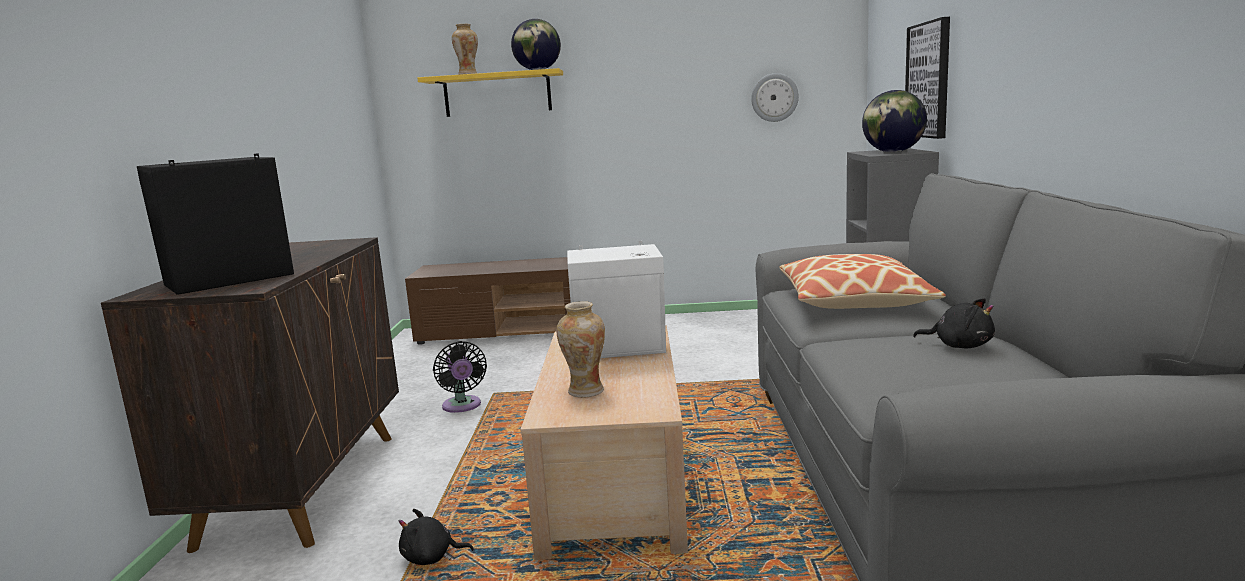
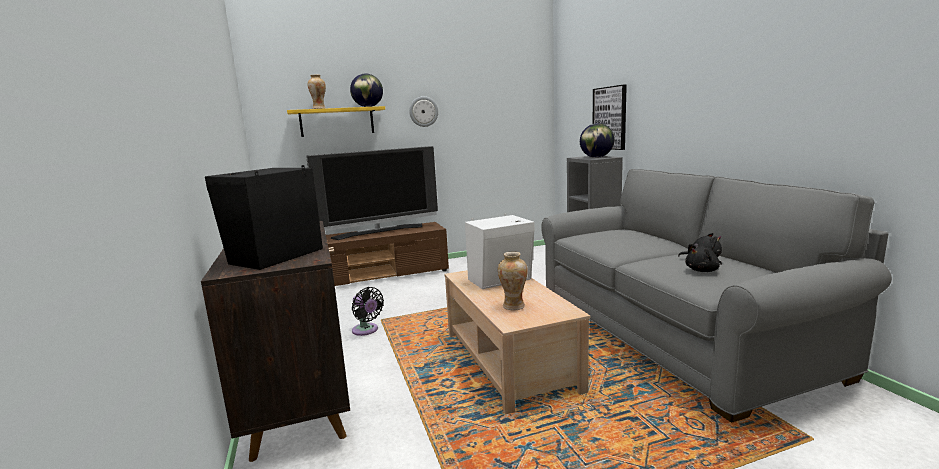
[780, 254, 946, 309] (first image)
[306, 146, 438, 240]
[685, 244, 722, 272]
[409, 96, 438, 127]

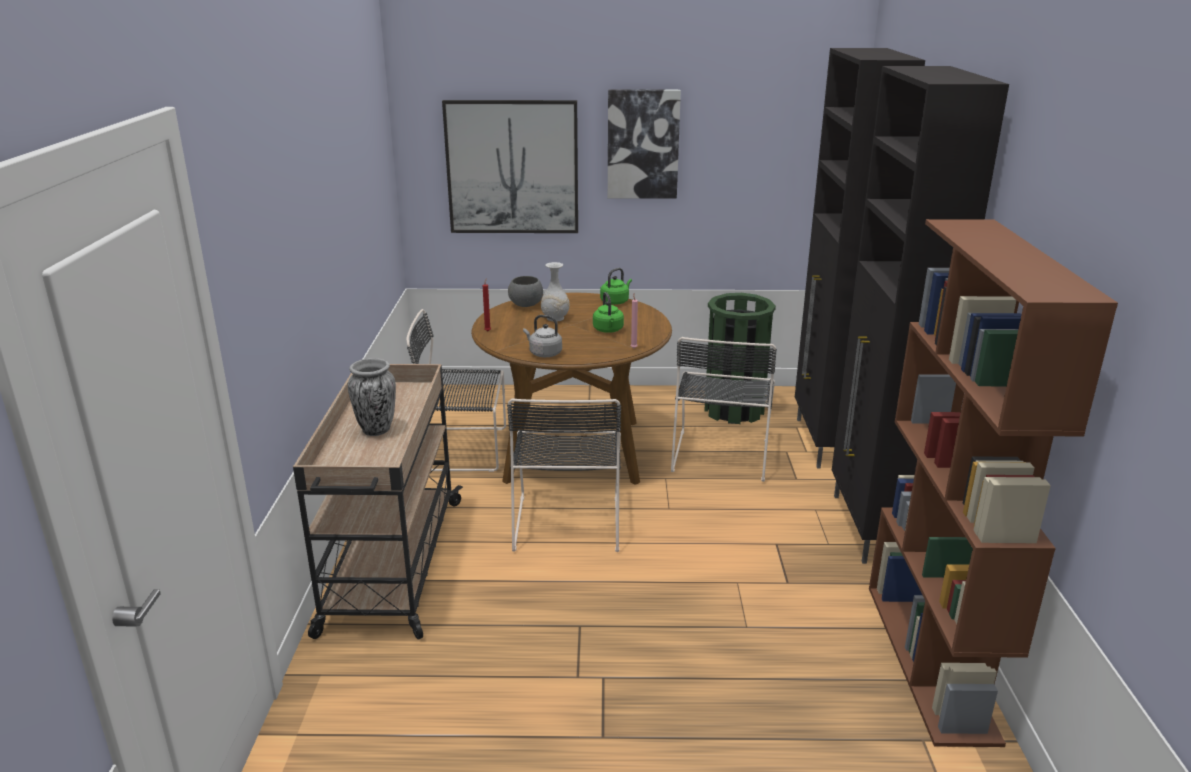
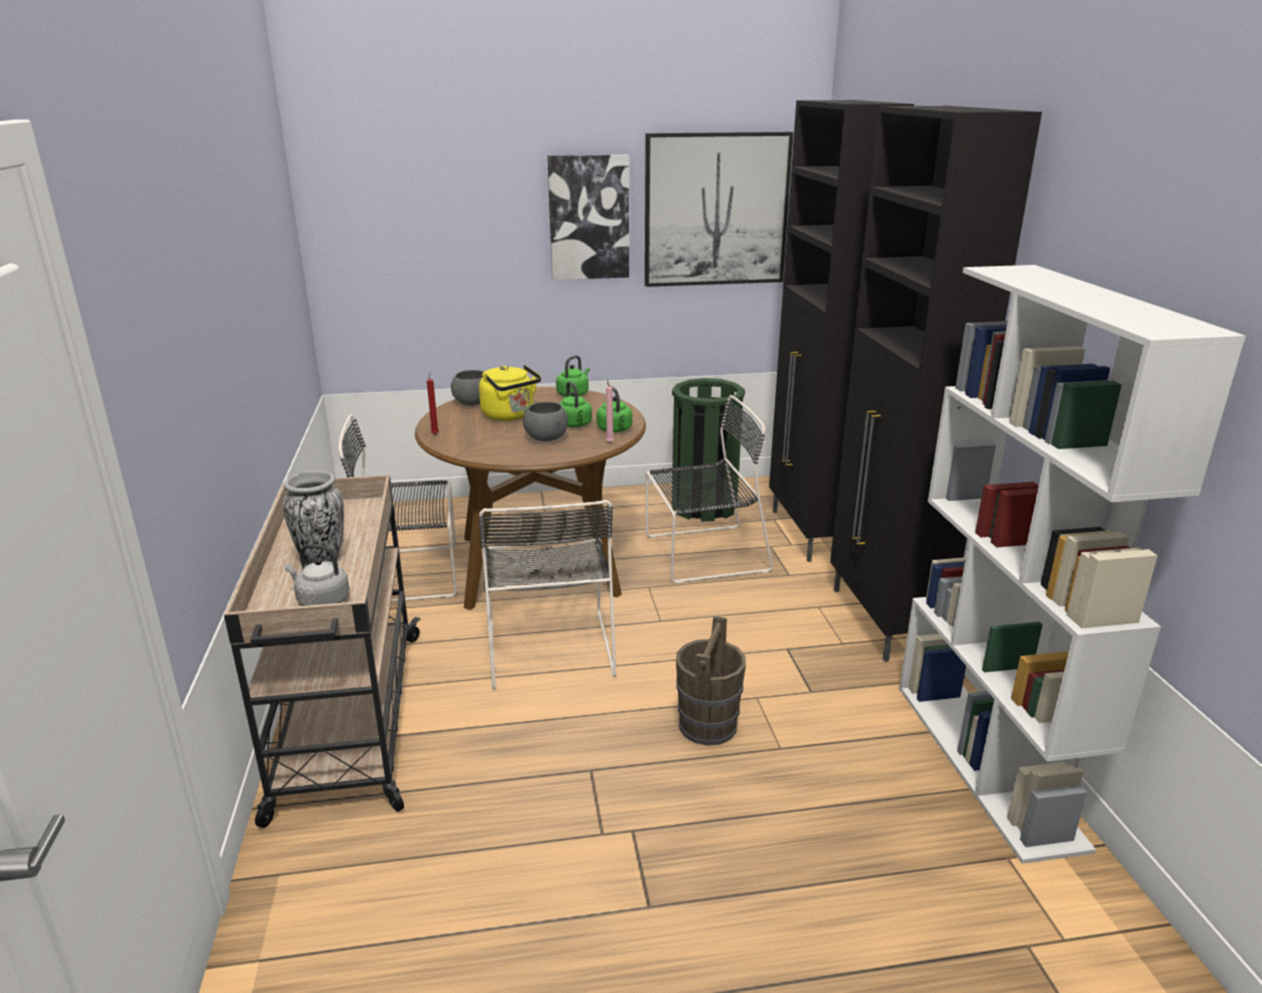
[523, 402, 568, 441]
[597, 386, 632, 432]
[676, 616, 746, 746]
[645, 132, 793, 287]
[285, 544, 349, 606]
[479, 365, 541, 421]
[899, 265, 1246, 864]
[646, 395, 773, 584]

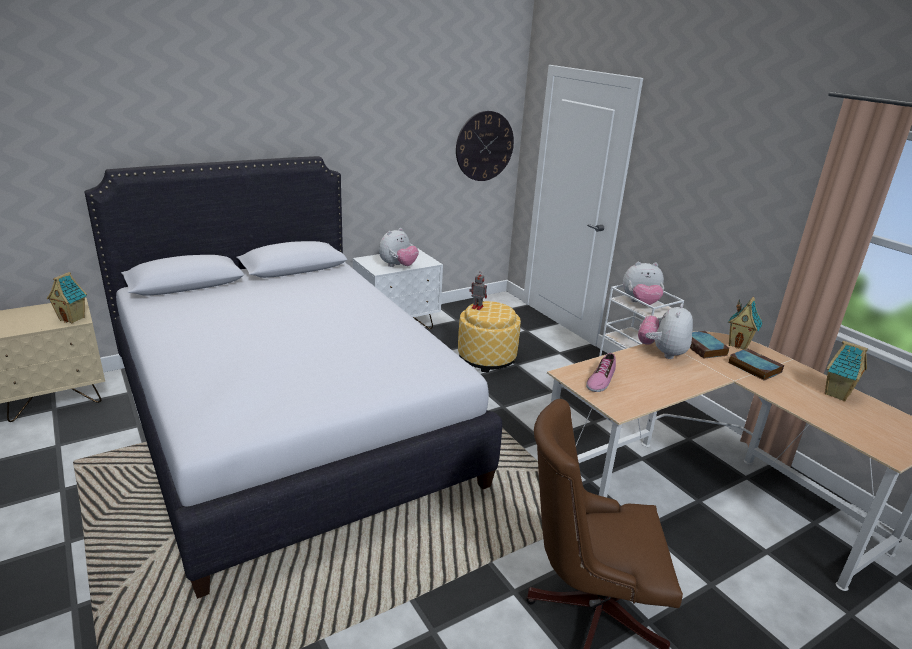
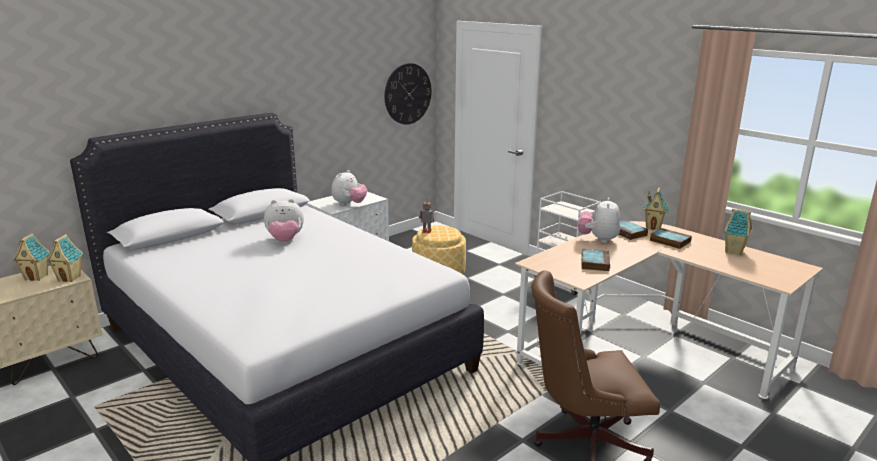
[586, 353, 616, 392] (first image)
[13, 233, 50, 281]
[582, 249, 610, 271]
[264, 199, 304, 242]

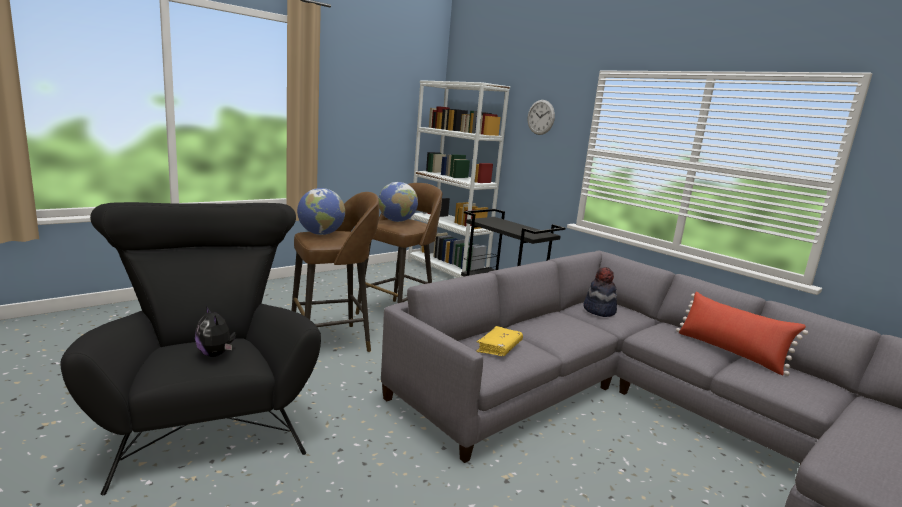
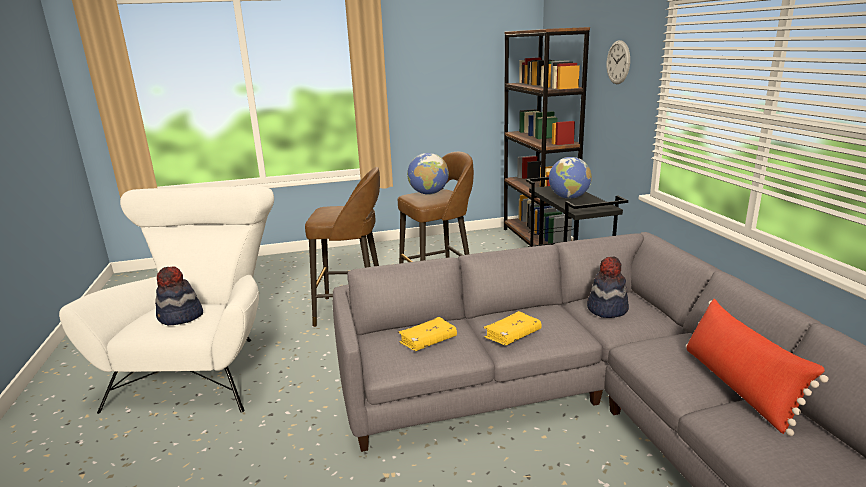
[483, 311, 542, 345]
[549, 157, 592, 199]
[155, 266, 203, 325]
[59, 186, 274, 414]
[504, 27, 590, 246]

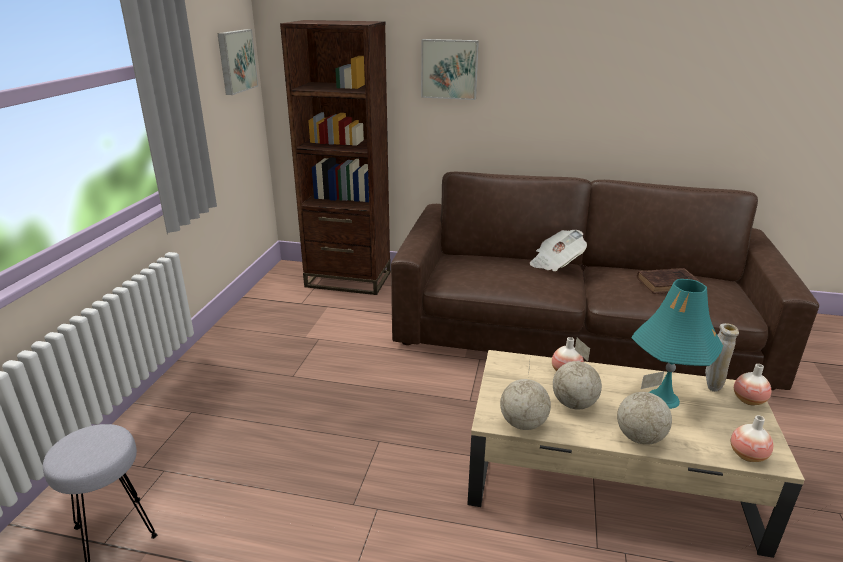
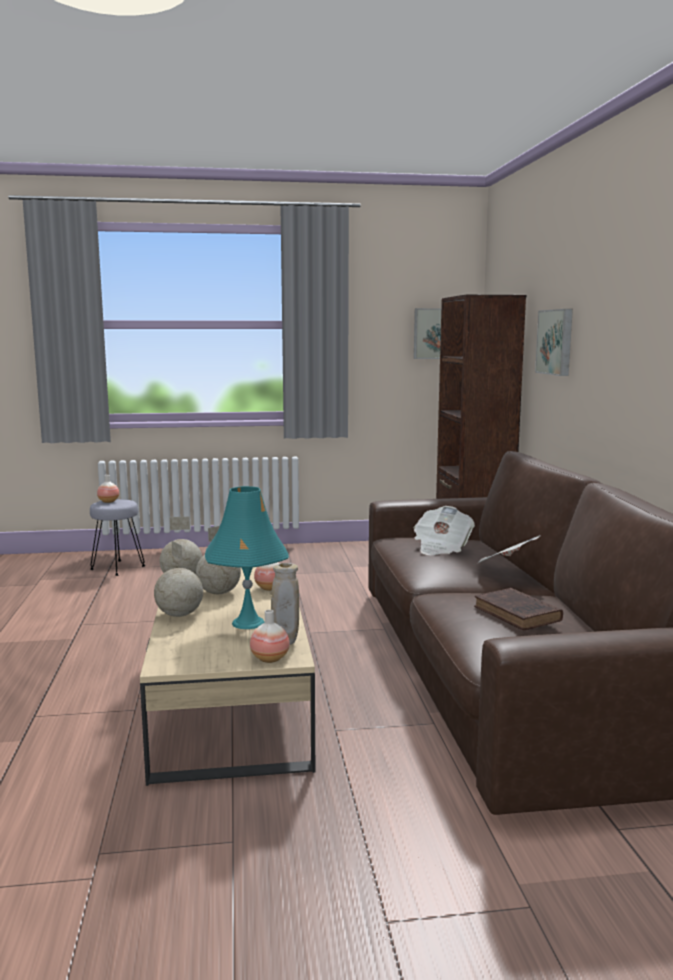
[413, 506, 475, 555]
[97, 475, 119, 503]

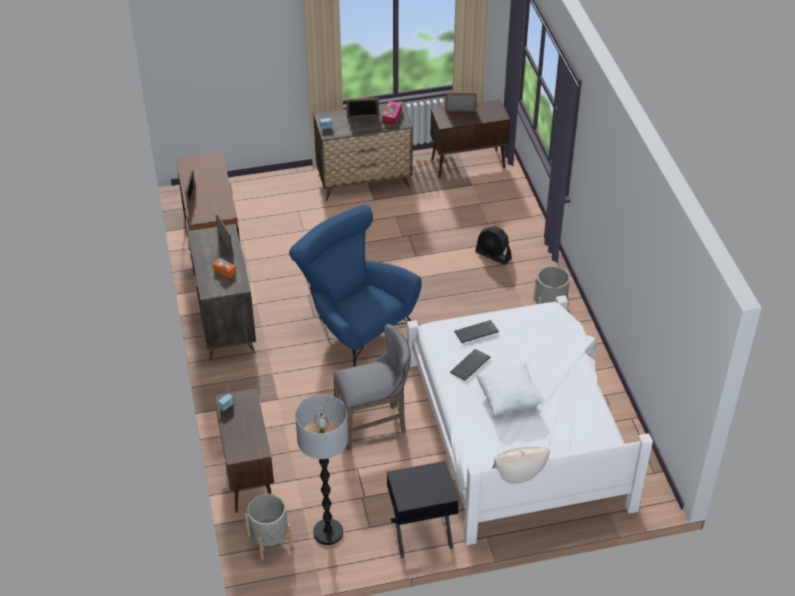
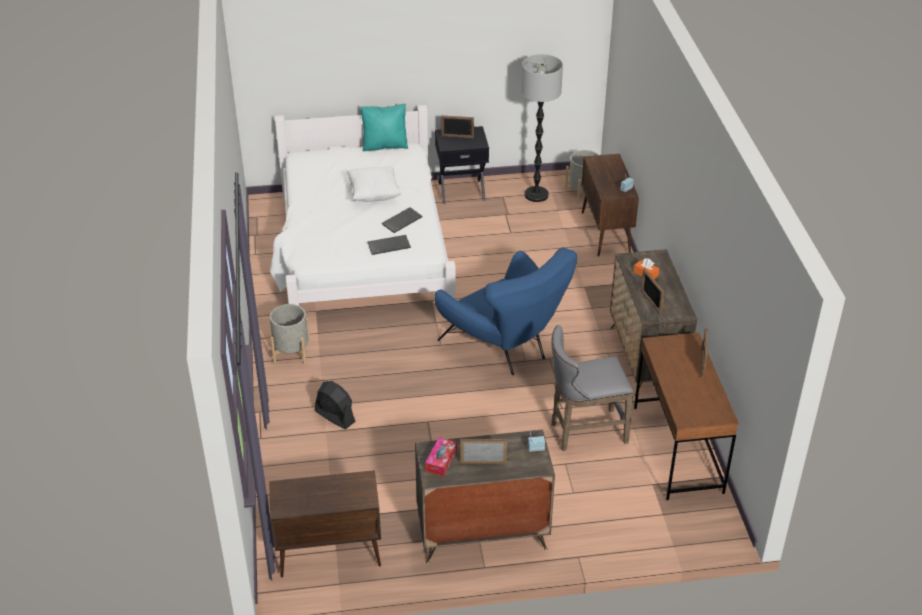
[551, 325, 634, 451]
[441, 116, 474, 138]
[360, 104, 408, 151]

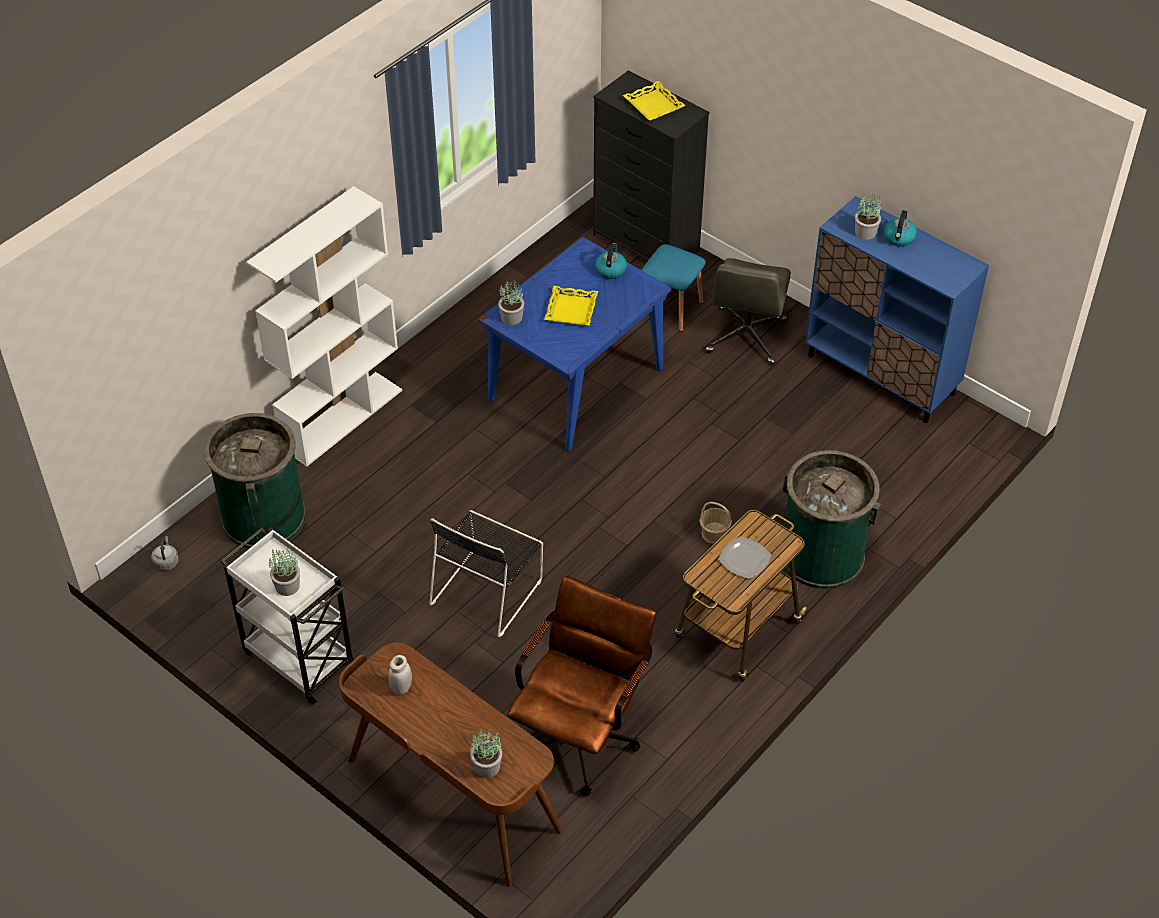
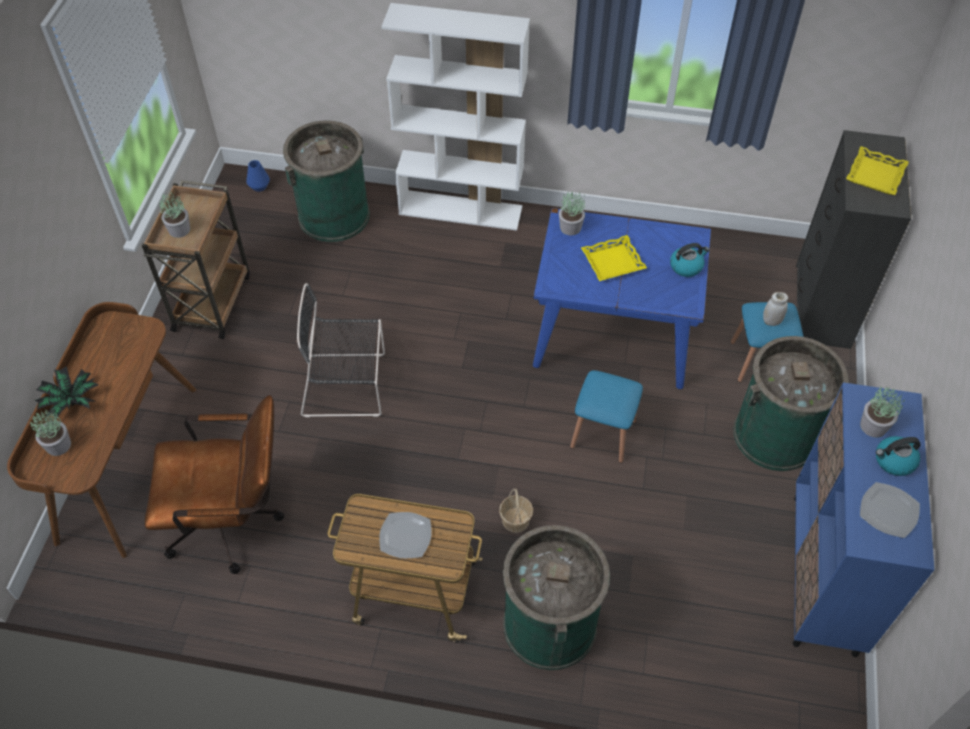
[34, 366, 99, 419]
[570, 370, 643, 463]
[860, 482, 920, 538]
[763, 292, 788, 326]
[246, 160, 270, 192]
[733, 336, 849, 471]
[142, 180, 250, 339]

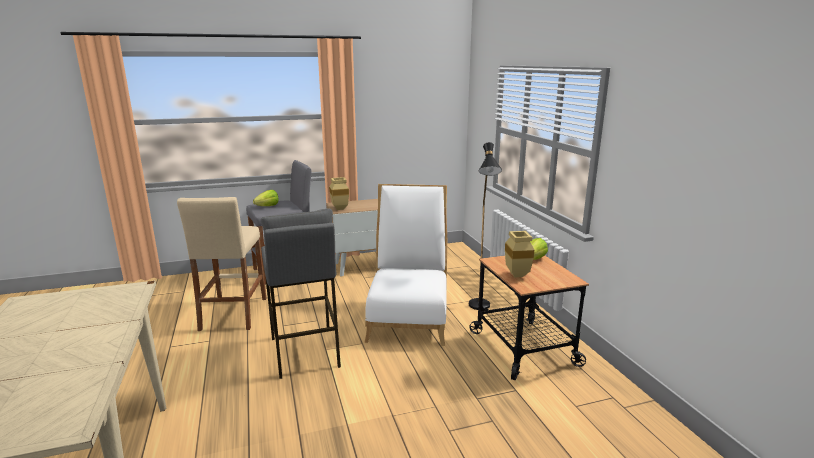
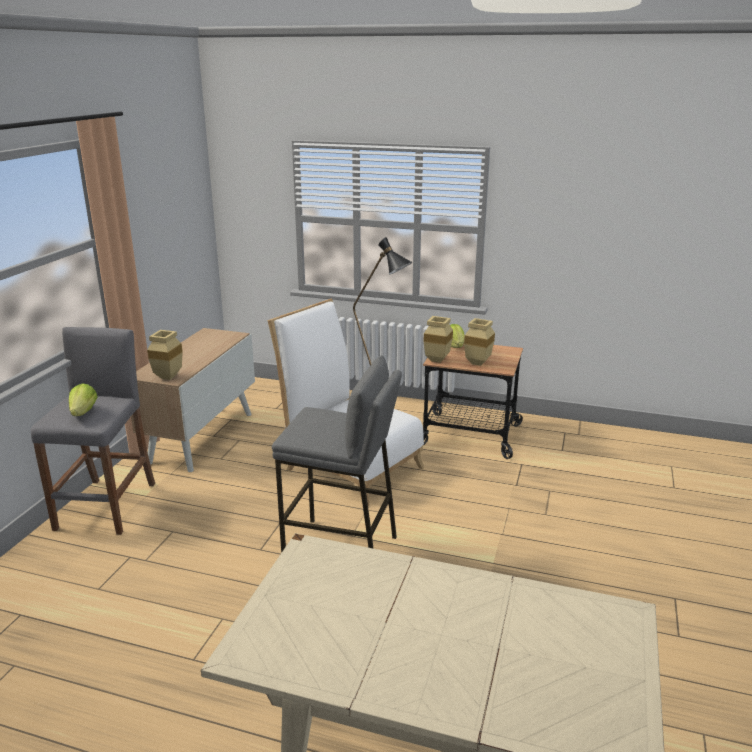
[177, 197, 266, 331] (first image)
[424, 316, 453, 363]

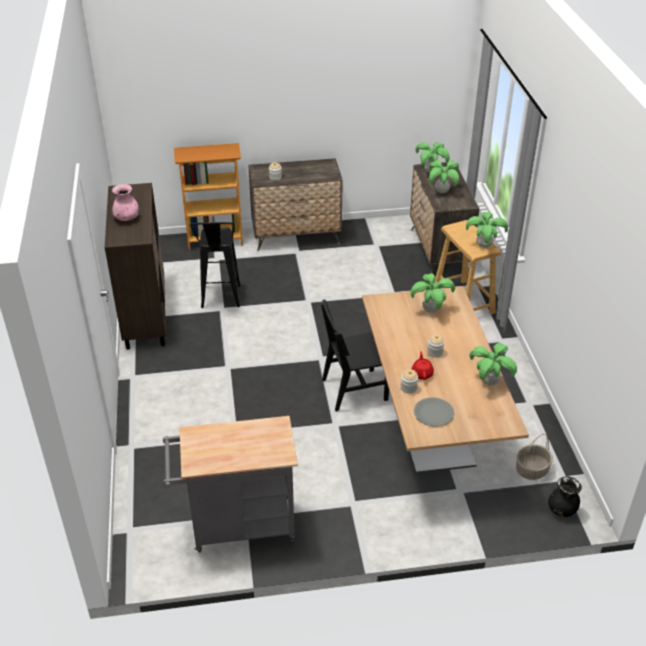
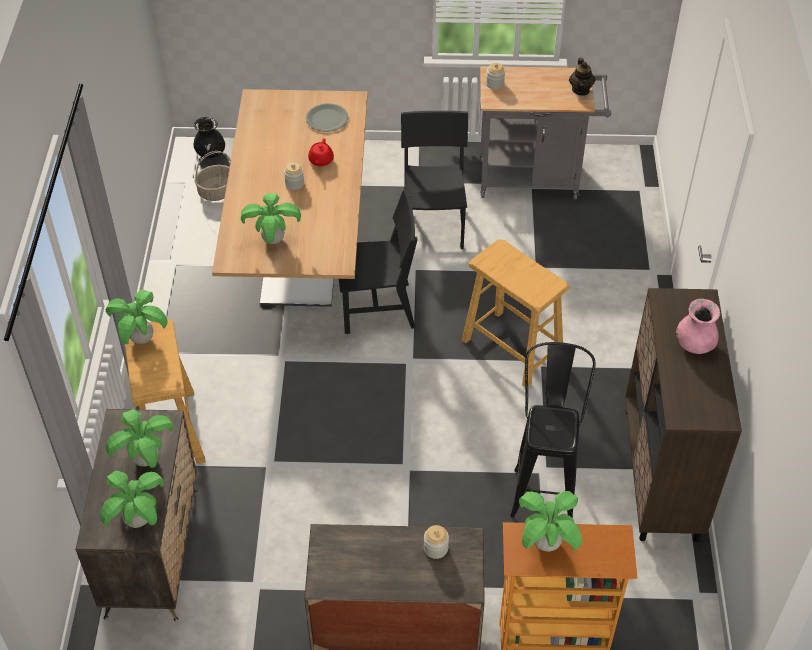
[401, 111, 468, 249]
[462, 239, 570, 387]
[569, 58, 595, 96]
[486, 63, 505, 89]
[519, 491, 582, 552]

